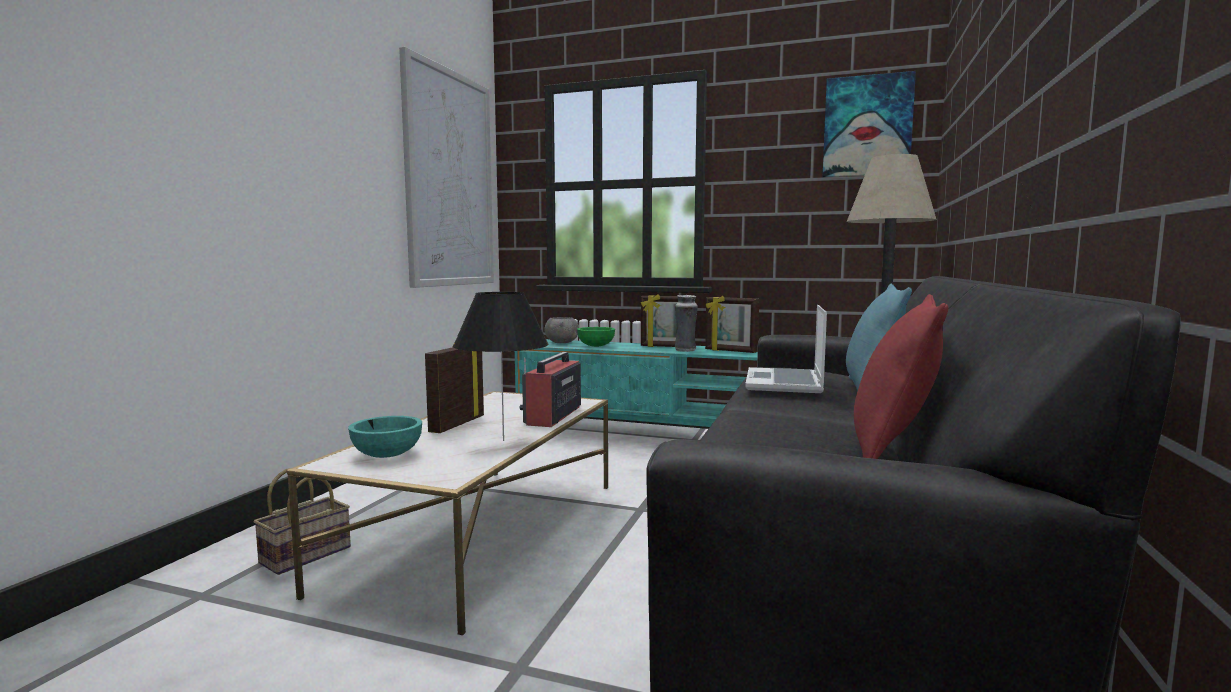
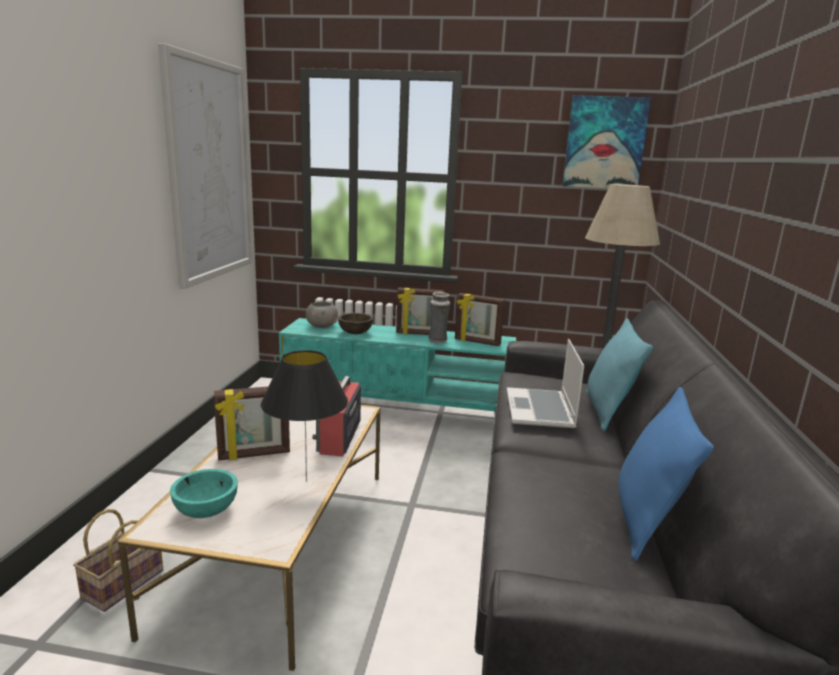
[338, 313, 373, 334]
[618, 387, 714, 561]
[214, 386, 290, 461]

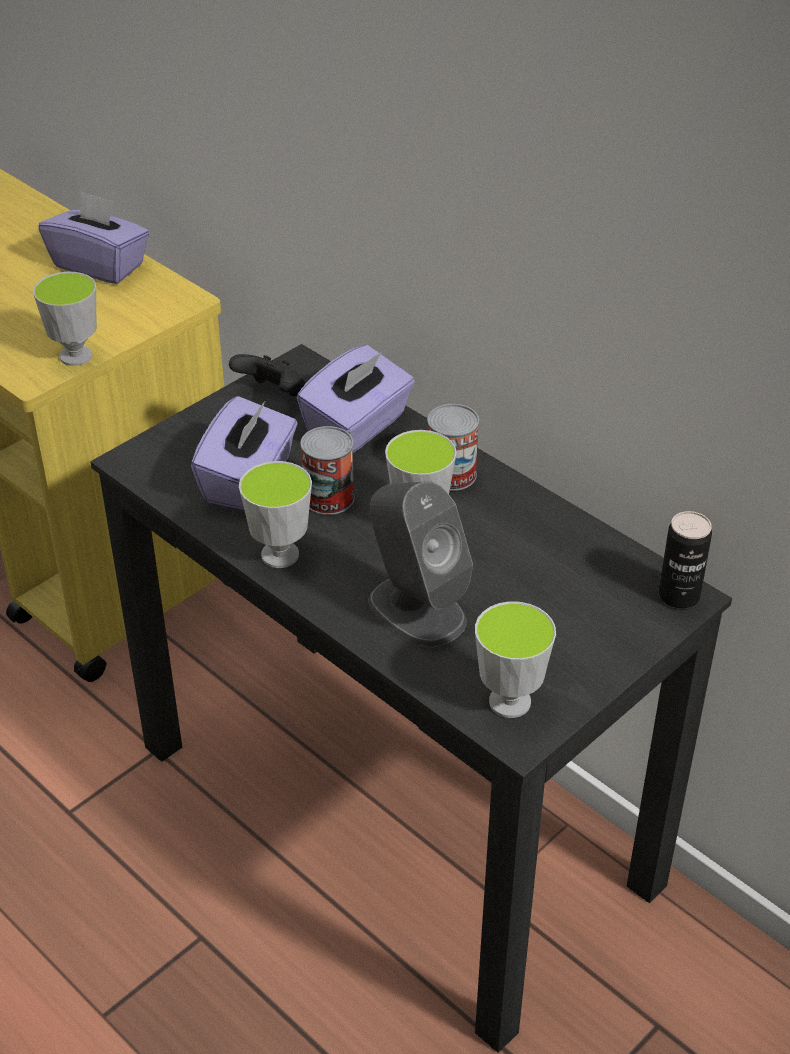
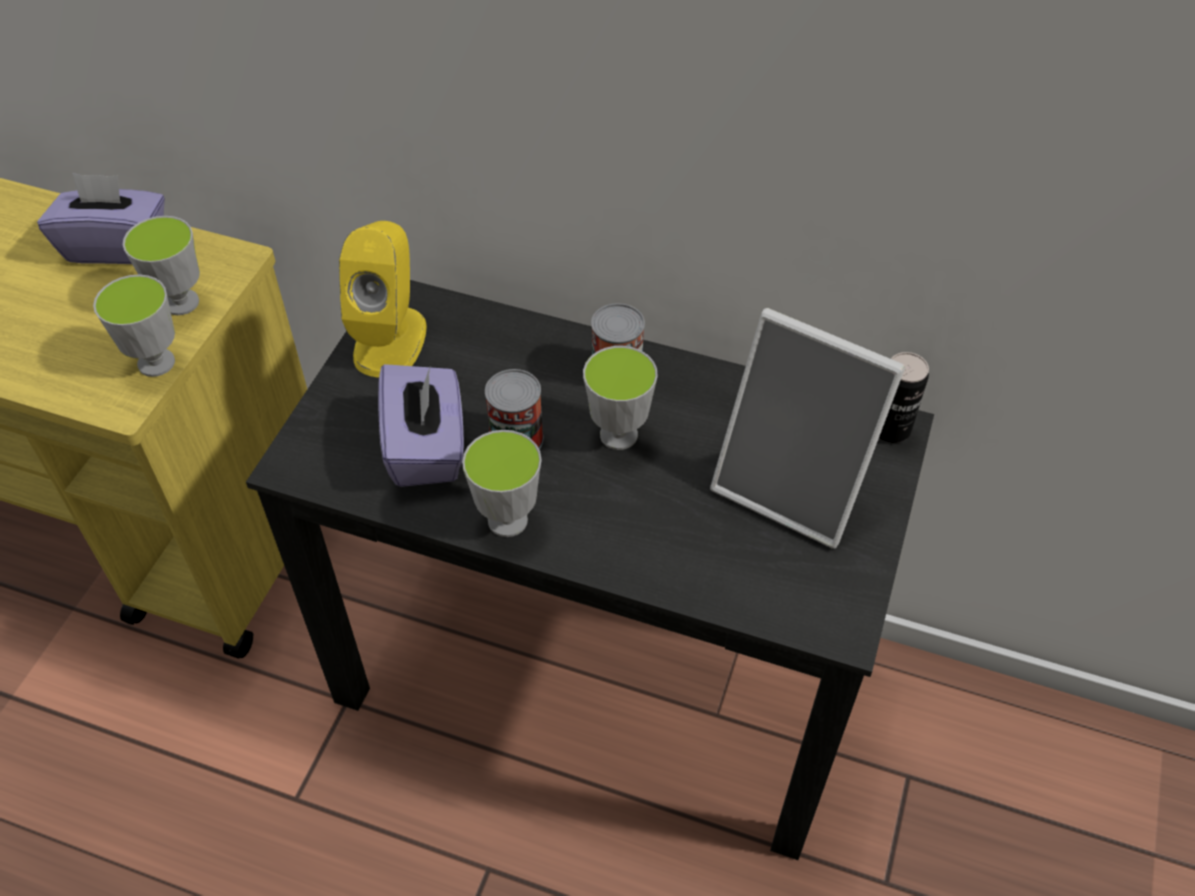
[297, 345, 415, 453] (first image)
[369, 481, 473, 647] (first image)
[710, 308, 905, 549]
[123, 216, 200, 315]
[339, 221, 427, 378]

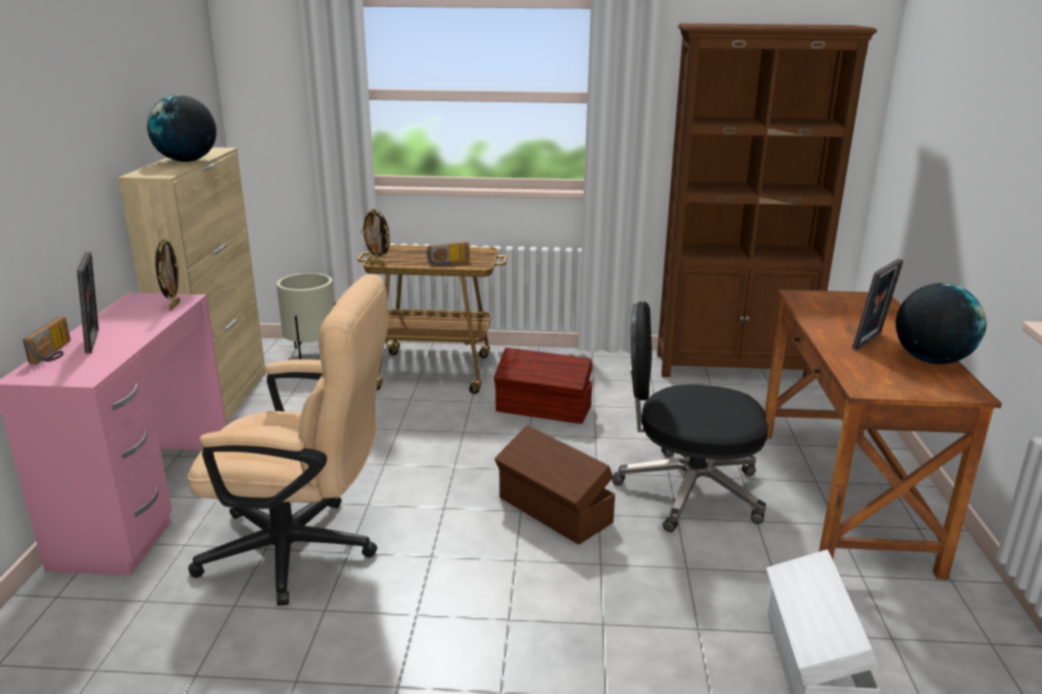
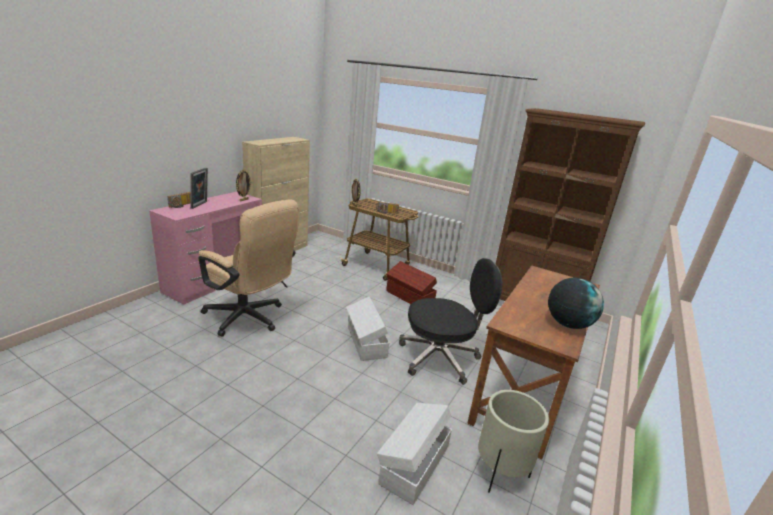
[147, 95, 216, 162] (first image)
[852, 259, 904, 350] (first image)
[478, 390, 549, 493]
[346, 297, 389, 361]
[399, 258, 502, 385]

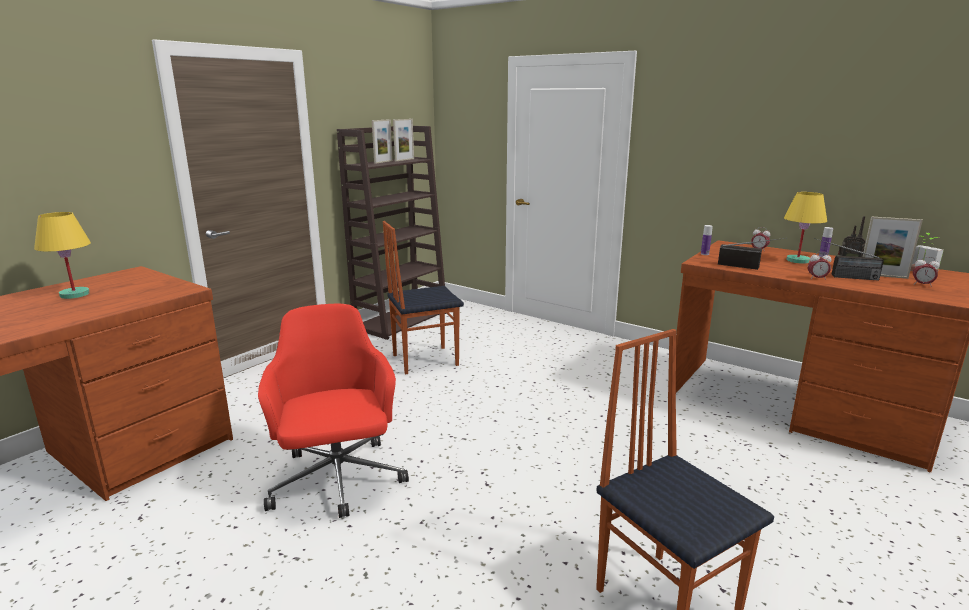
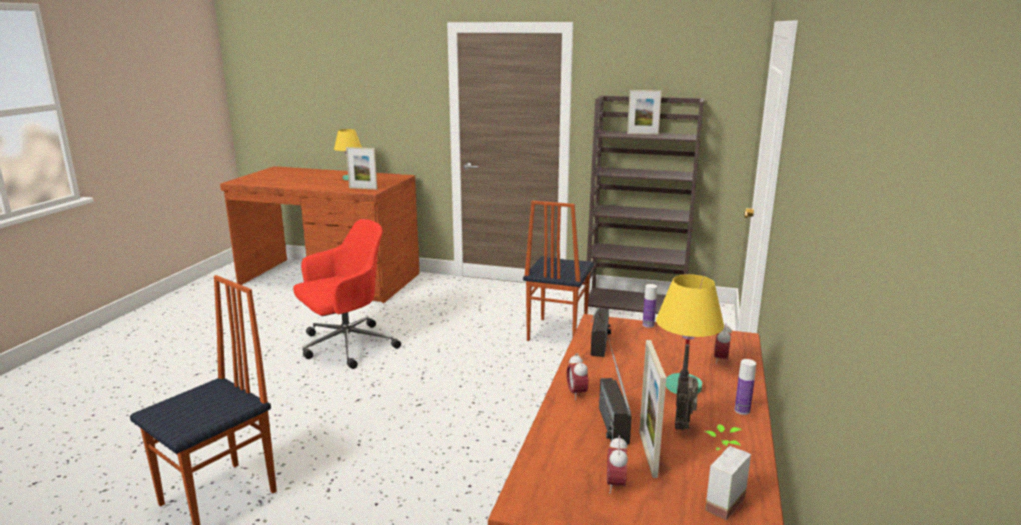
[346, 147, 377, 190]
[523, 201, 594, 341]

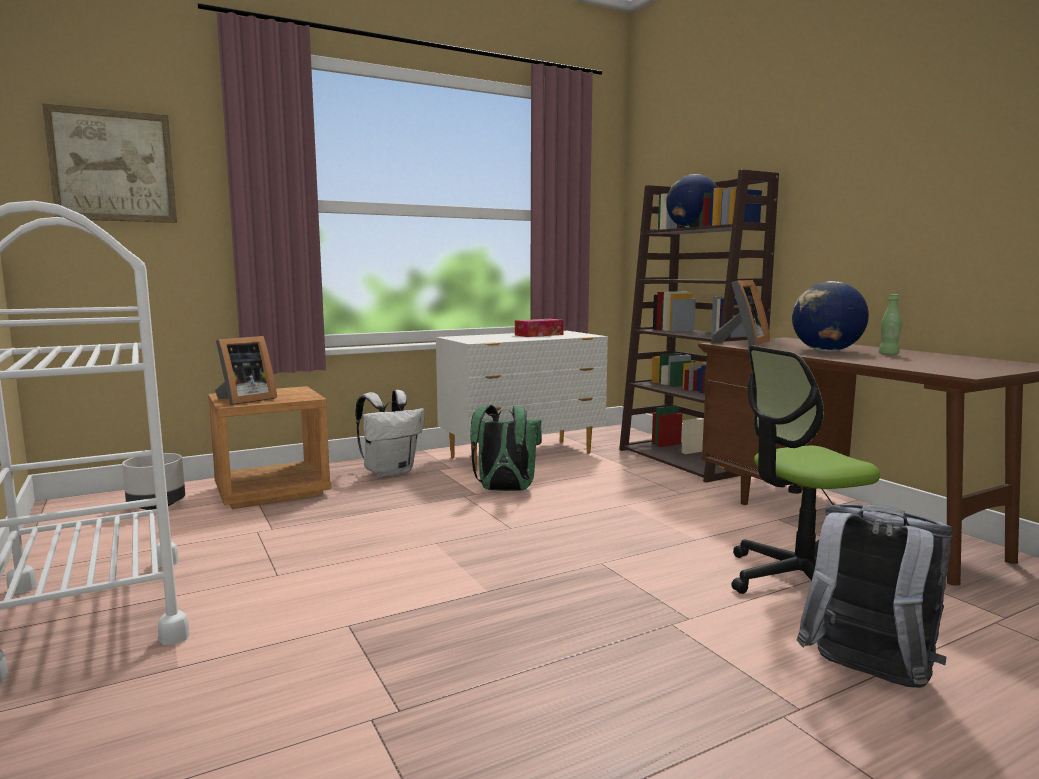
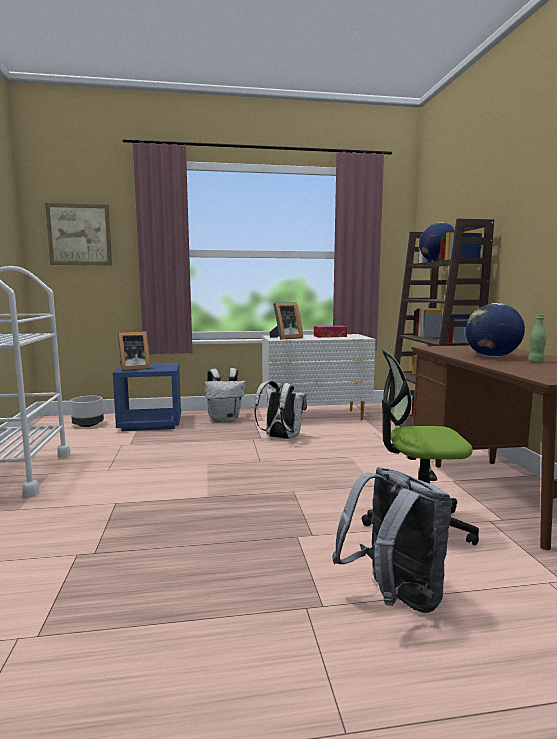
[269, 302, 303, 340]
[113, 363, 181, 431]
[254, 381, 307, 439]

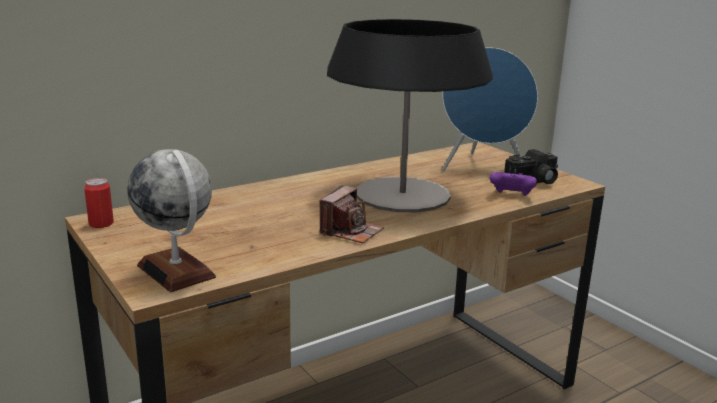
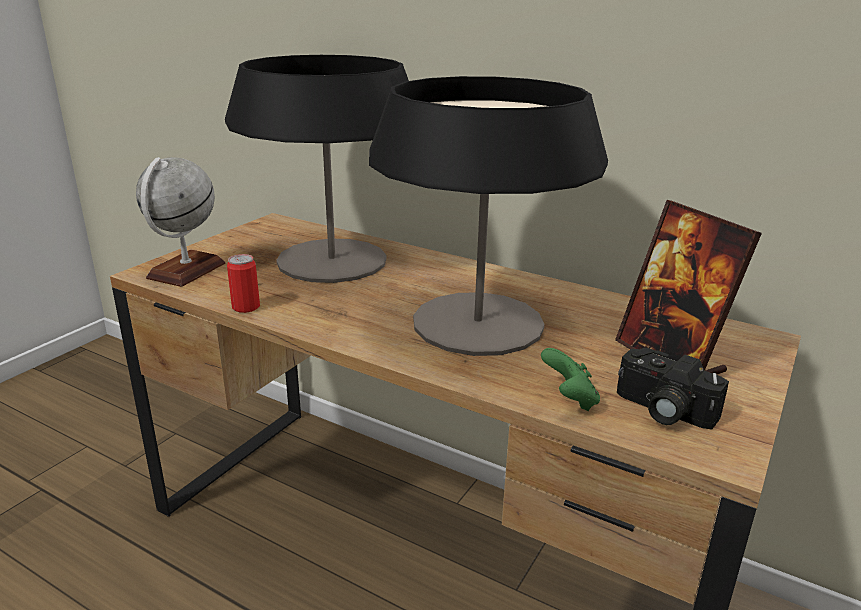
[320, 185, 384, 243] (first image)
[225, 55, 409, 283]
[227, 254, 260, 313]
[615, 200, 762, 375]
[541, 348, 600, 411]

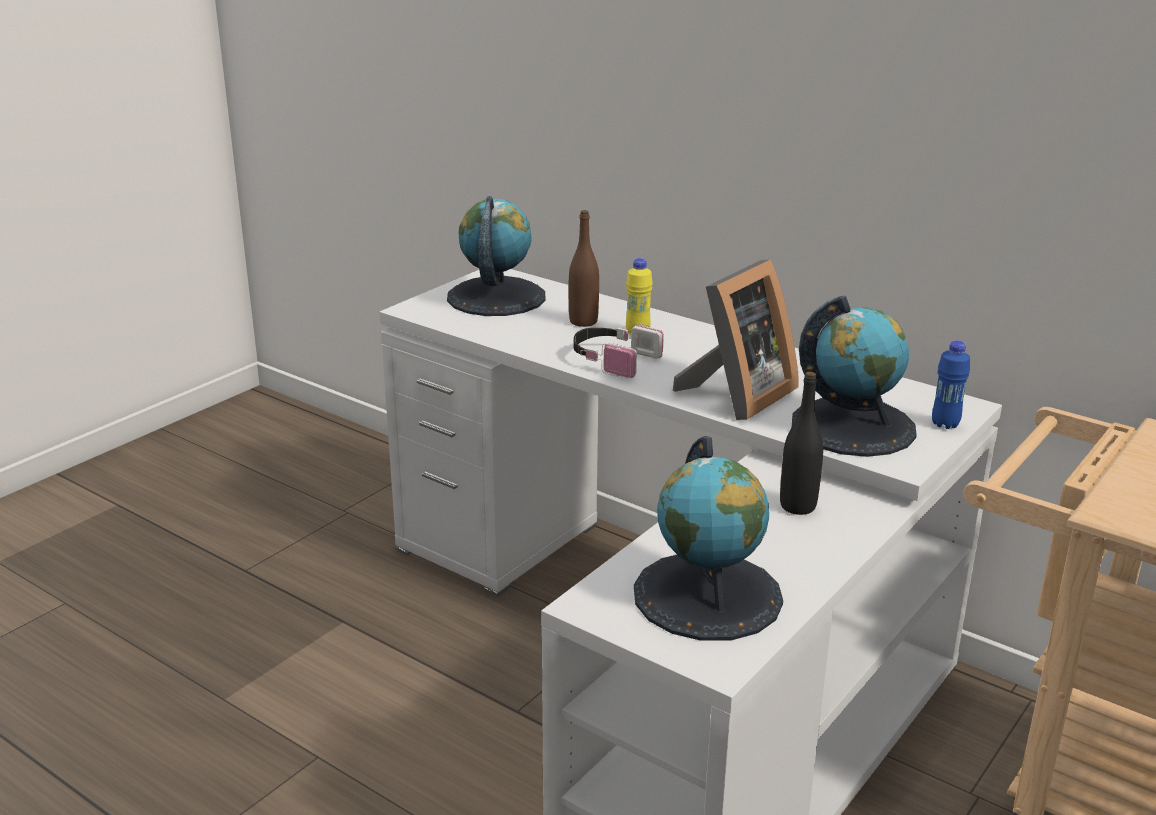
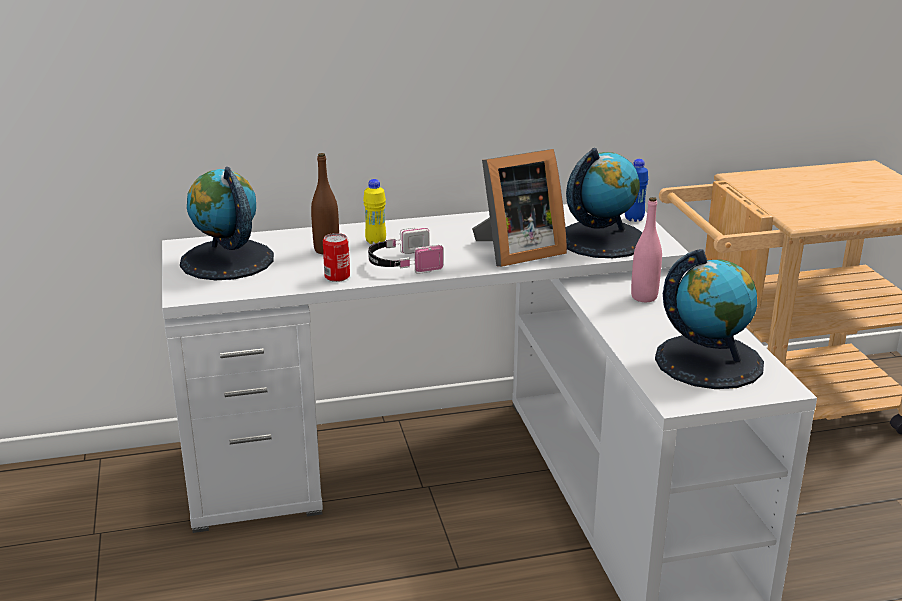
[323, 233, 350, 282]
[631, 197, 662, 302]
[472, 149, 567, 267]

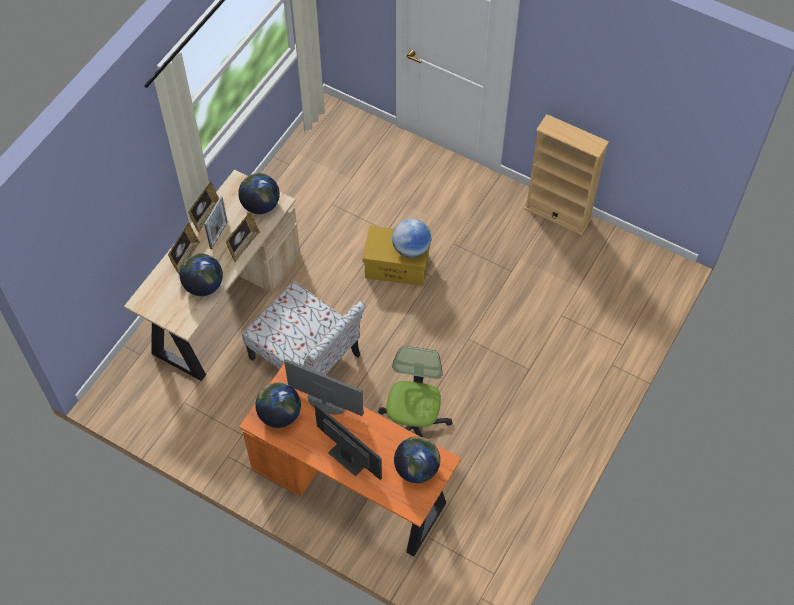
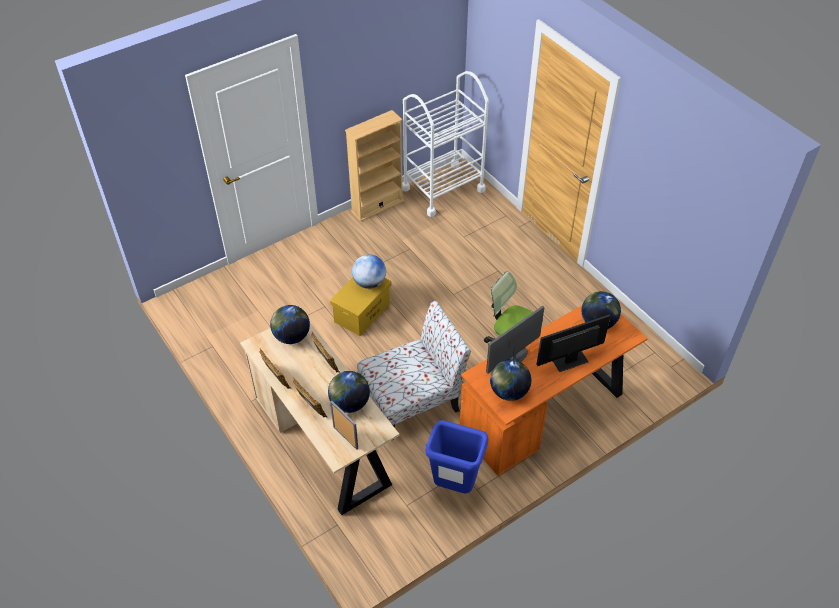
[402, 71, 489, 217]
[425, 420, 488, 493]
[330, 401, 358, 450]

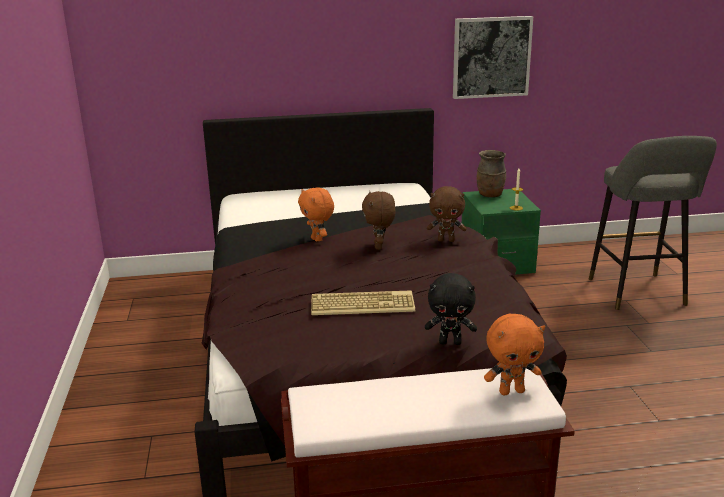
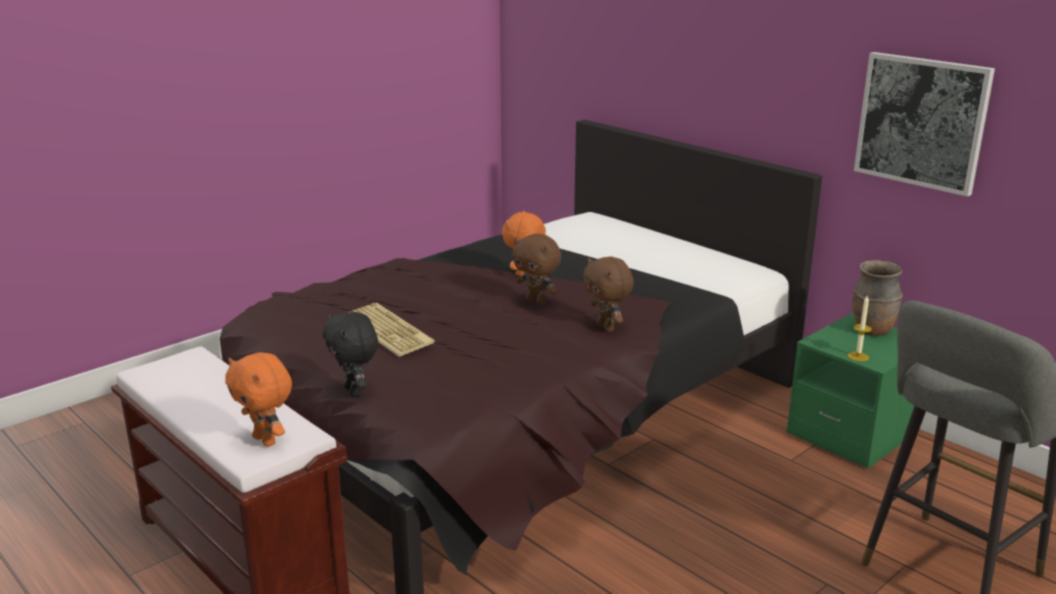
[512, 234, 561, 305]

